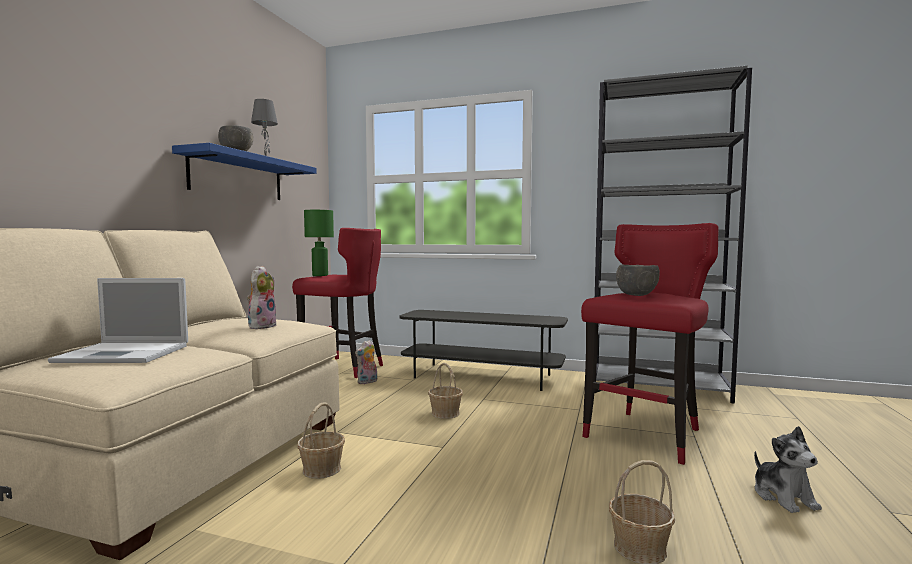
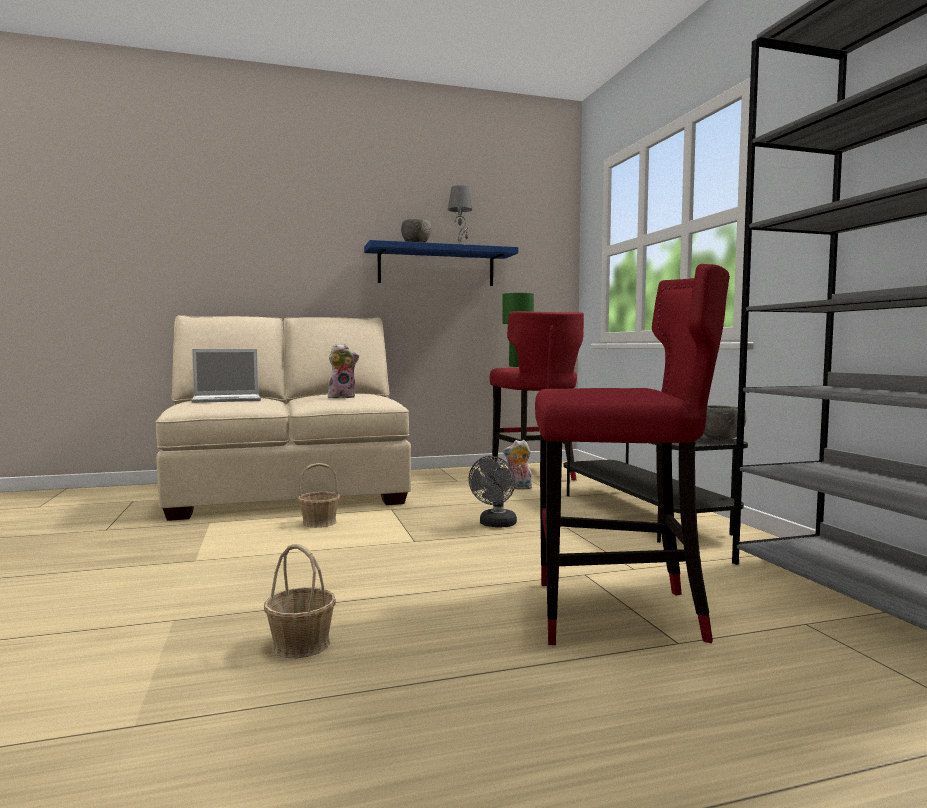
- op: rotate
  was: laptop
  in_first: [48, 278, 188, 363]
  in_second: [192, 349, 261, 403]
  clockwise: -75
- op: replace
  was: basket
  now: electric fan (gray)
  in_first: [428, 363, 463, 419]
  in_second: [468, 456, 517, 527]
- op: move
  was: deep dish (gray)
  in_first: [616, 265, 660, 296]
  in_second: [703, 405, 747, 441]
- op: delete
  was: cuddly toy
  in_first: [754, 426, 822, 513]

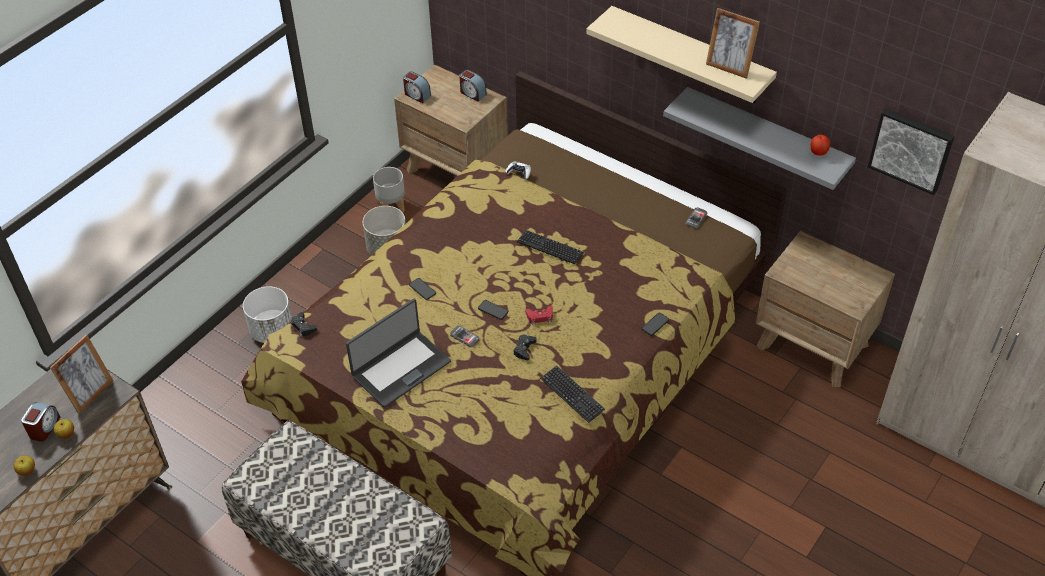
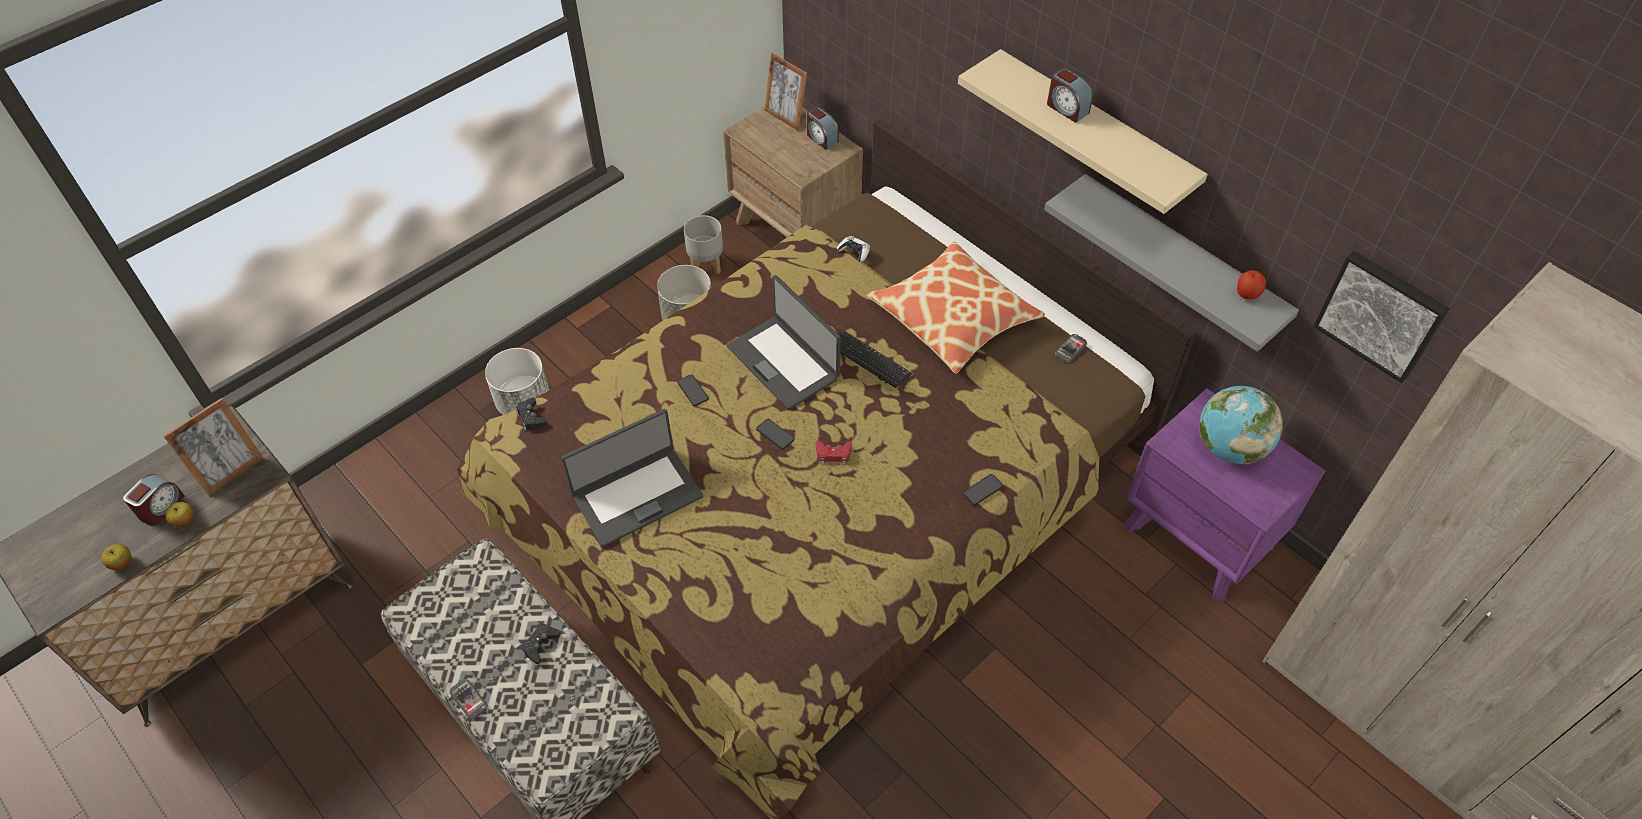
- op: move
  was: phone
  in_first: [450, 326, 480, 347]
  in_second: [449, 679, 488, 719]
- op: move
  was: gamepad (black-coloured)
  in_first: [513, 334, 537, 360]
  in_second: [521, 624, 561, 664]
- op: insert
  now: laptop
  in_second: [727, 275, 841, 410]
- op: move
  was: standing frame
  in_first: [706, 8, 760, 79]
  in_second: [764, 53, 807, 131]
- op: insert
  now: cushion
  in_second: [866, 242, 1045, 374]
- op: move
  was: table clock
  in_first: [403, 71, 431, 103]
  in_second: [1047, 68, 1093, 123]
- op: recolor
  was: night table (brown)
  now: night table (purple-coloured)
  in_first: [756, 231, 895, 387]
  in_second: [1124, 388, 1326, 601]
- op: insert
  now: globe
  in_second: [1199, 386, 1283, 464]
- op: delete
  was: computer keyboard
  in_first: [540, 366, 605, 423]

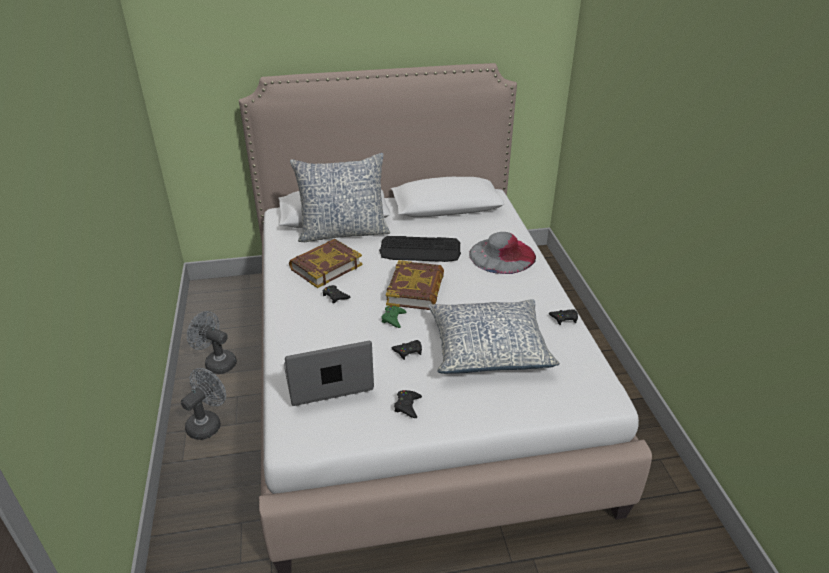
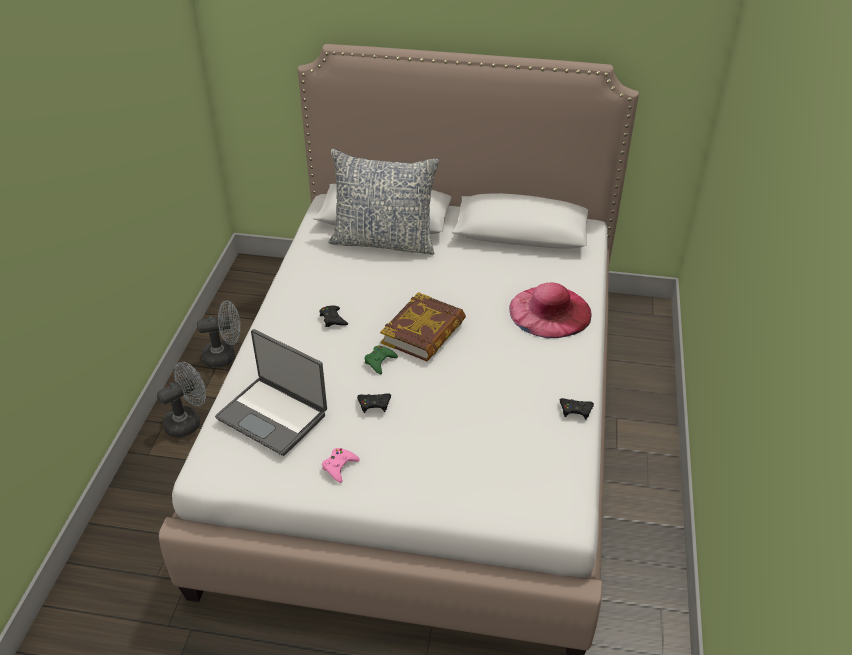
- op: rotate
  was: electric fan (gray)
  in_first: [187, 311, 237, 374]
  in_second: [197, 301, 241, 368]
  clockwise: 120
- op: rotate
  was: laptop
  in_first: [284, 341, 374, 406]
  in_second: [215, 329, 327, 456]
  clockwise: -150
- op: recolor
  was: gamepad (black-coloured)
  now: gamepad (pink-coloured)
  in_first: [394, 390, 422, 418]
  in_second: [322, 448, 360, 483]
- op: recolor
  was: wearable hat (gray)
  now: wearable hat (pink-coloured)
  in_first: [469, 232, 536, 274]
  in_second: [509, 283, 592, 338]
- op: delete
  was: volume
  in_first: [289, 239, 363, 288]
- op: delete
  was: computer keyboard
  in_first: [379, 236, 461, 262]
- op: delete
  was: cushion
  in_first: [428, 300, 560, 374]

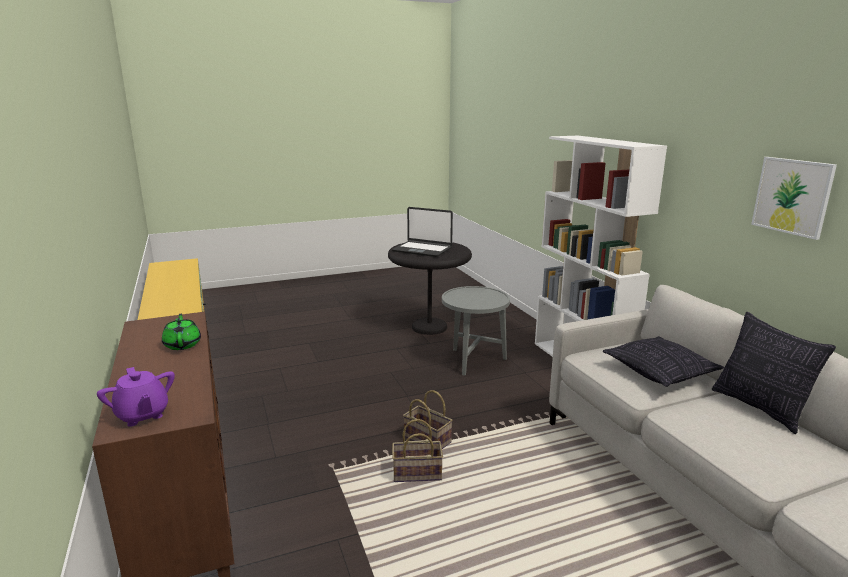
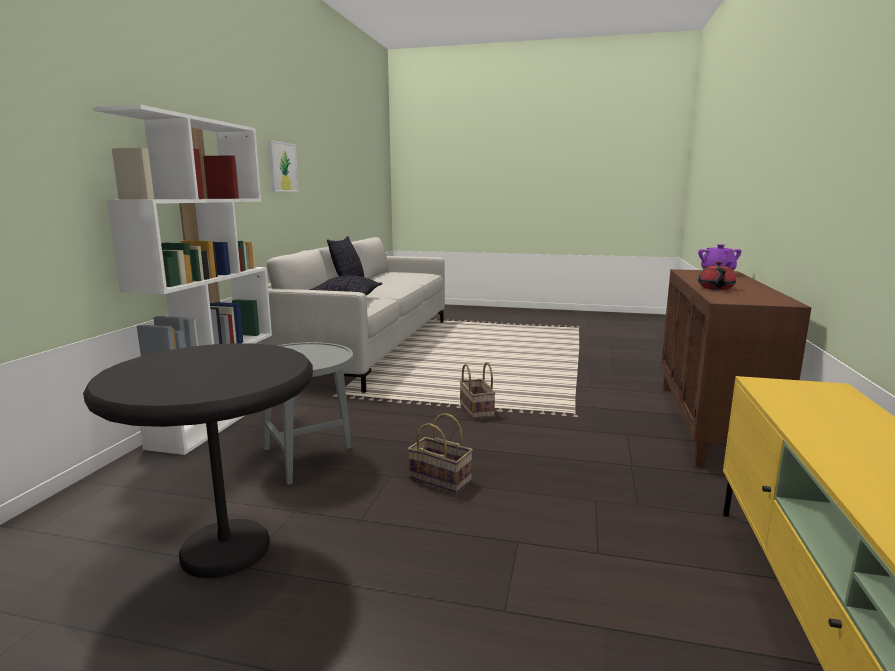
- op: move
  was: basket
  in_first: [392, 419, 443, 482]
  in_second: [408, 413, 473, 493]
- op: recolor
  was: tea pot (greenish)
  now: tea pot (red)
  in_first: [162, 314, 201, 350]
  in_second: [698, 261, 736, 290]
- op: delete
  was: laptop
  in_first: [392, 207, 453, 257]

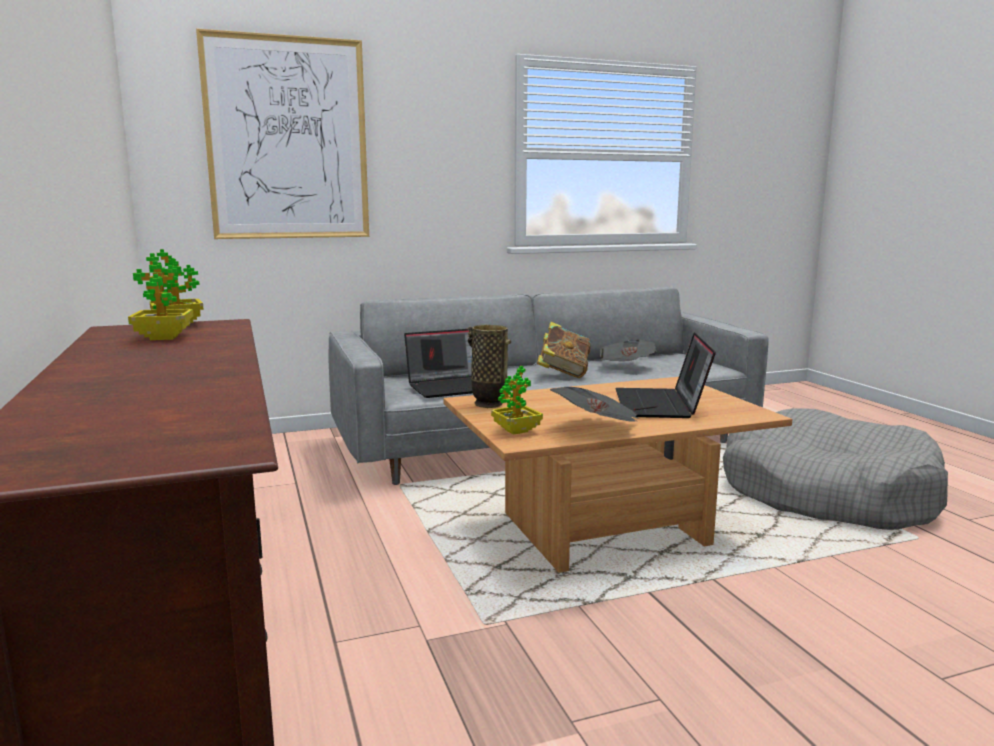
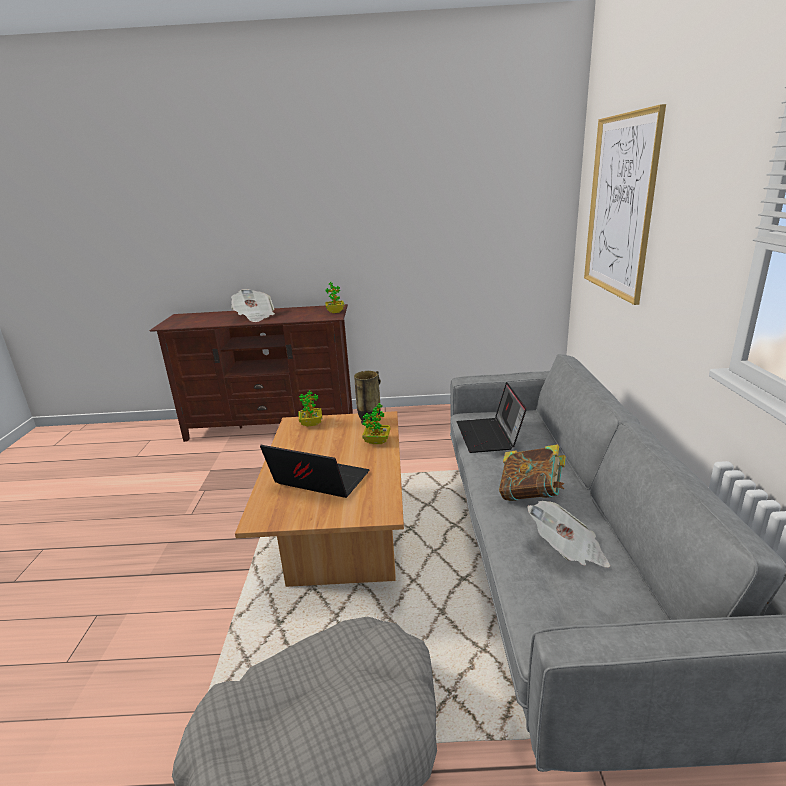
- op: move
  was: daily paper
  in_first: [550, 387, 640, 422]
  in_second: [231, 289, 275, 322]
- op: move
  was: plant in a pot
  in_first: [128, 253, 194, 340]
  in_second: [362, 403, 390, 444]

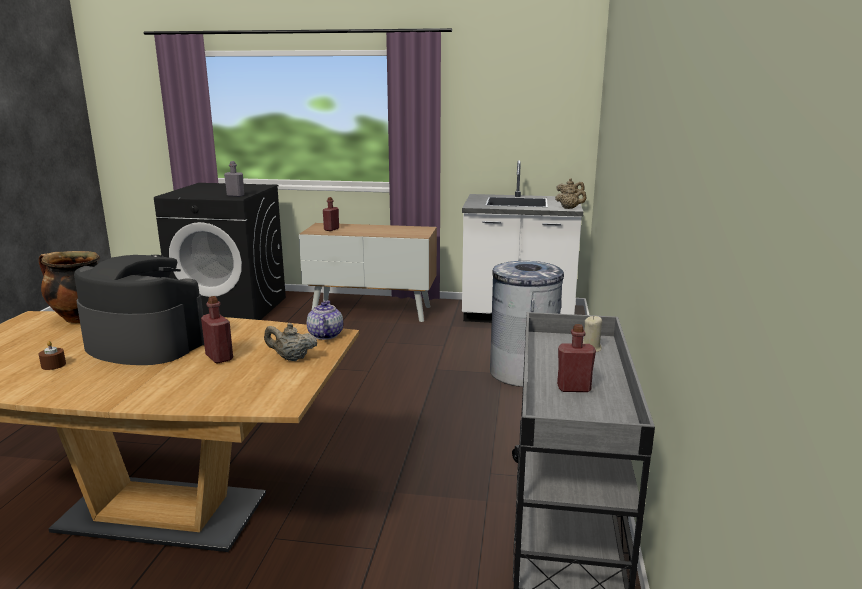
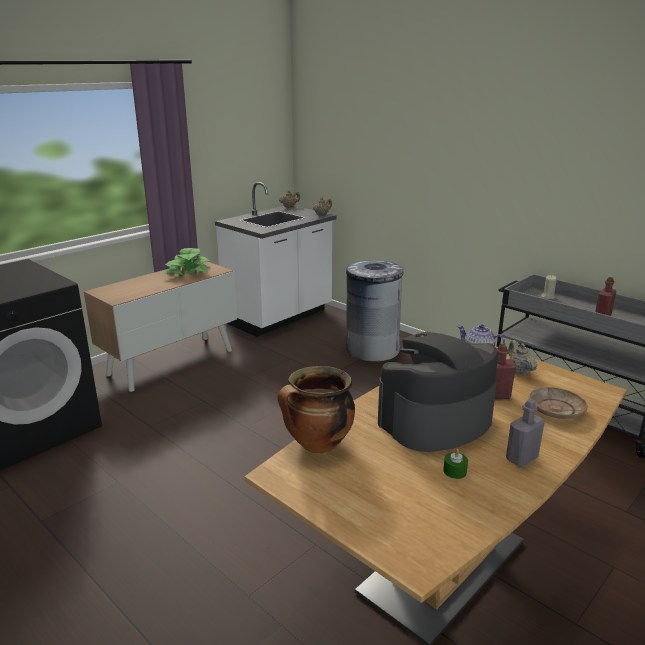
- op: insert
  now: plant in a pot
  in_second: [164, 248, 210, 277]
- op: recolor
  was: wax candle (brown)
  now: wax candle (greenish)
  in_first: [39, 341, 66, 370]
  in_second: [443, 449, 468, 479]
- op: move
  was: drink bottle (gray)
  in_first: [224, 161, 244, 197]
  in_second: [506, 399, 545, 467]
- op: rotate
  was: tea pot (beige-coloured)
  in_first: [264, 323, 317, 361]
  in_second: [508, 340, 537, 375]
  clockwise: 120
- op: insert
  now: dinner plate (beige-coloured)
  in_second: [529, 387, 588, 419]
- op: delete
  was: drink bottle (red)
  in_first: [323, 197, 339, 231]

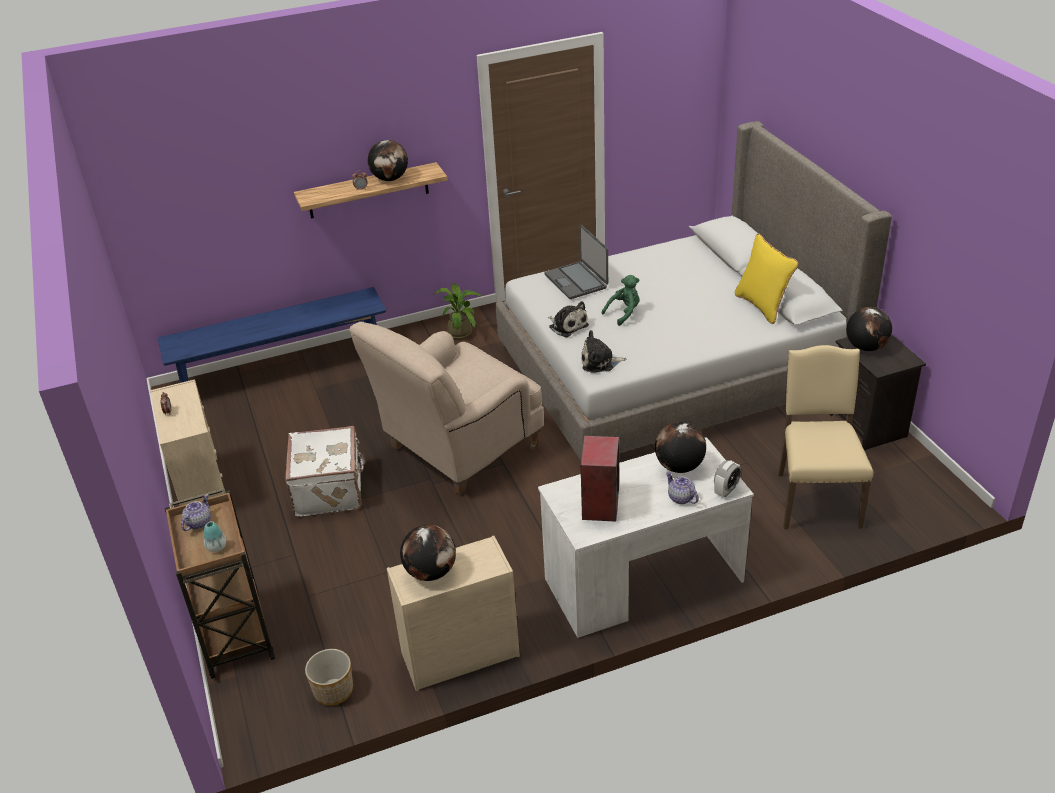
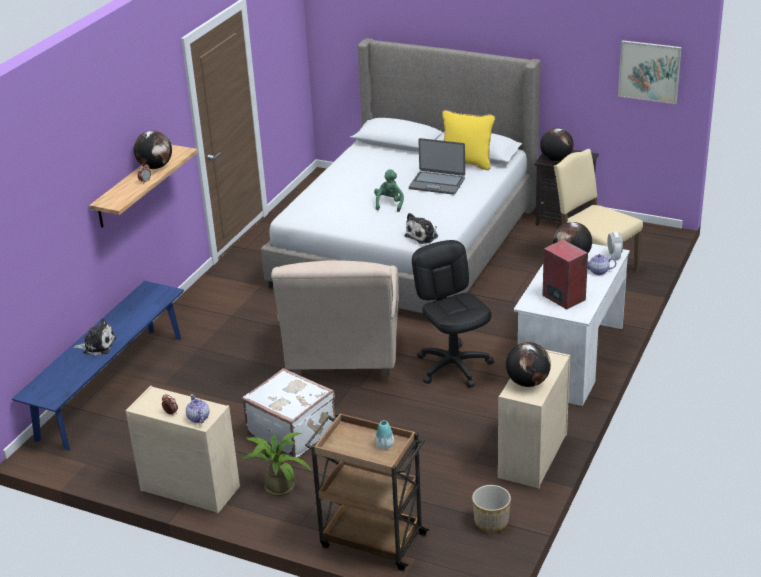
- op: move
  was: cuddly toy
  in_first: [548, 301, 589, 337]
  in_second: [73, 319, 116, 356]
- op: move
  was: tea pot
  in_first: [181, 494, 211, 531]
  in_second: [186, 394, 209, 423]
- op: move
  was: plant in a pot
  in_first: [433, 283, 482, 339]
  in_second: [241, 432, 312, 496]
- op: move
  was: laptop
  in_first: [545, 225, 608, 299]
  in_second: [409, 138, 465, 195]
- op: insert
  now: office chair (black-coloured)
  in_second: [412, 240, 494, 387]
- op: insert
  now: wall art
  in_second: [618, 40, 682, 104]

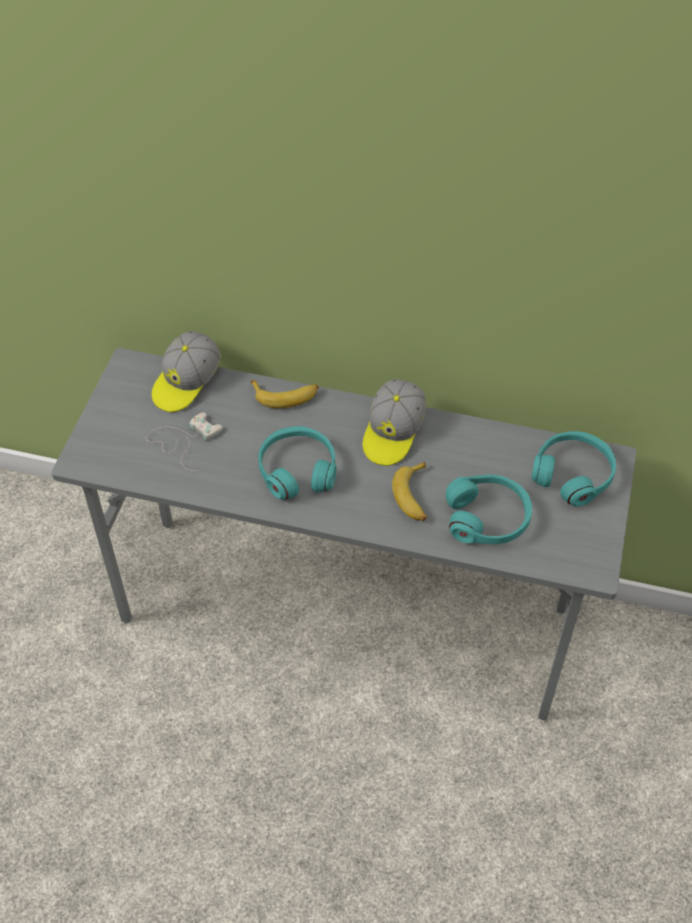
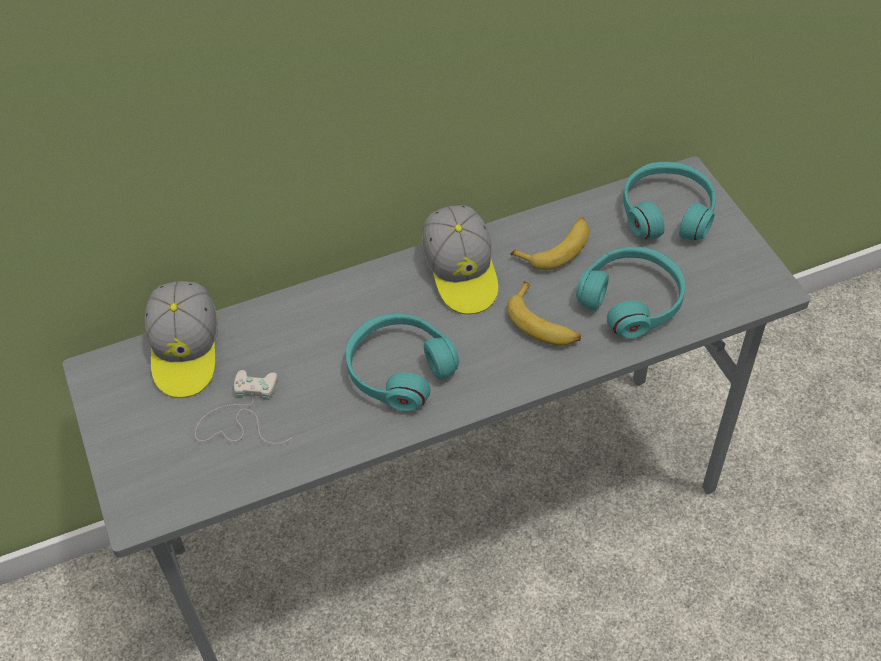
- op: move
  was: whole banana
  in_first: [250, 380, 319, 408]
  in_second: [510, 217, 589, 270]

